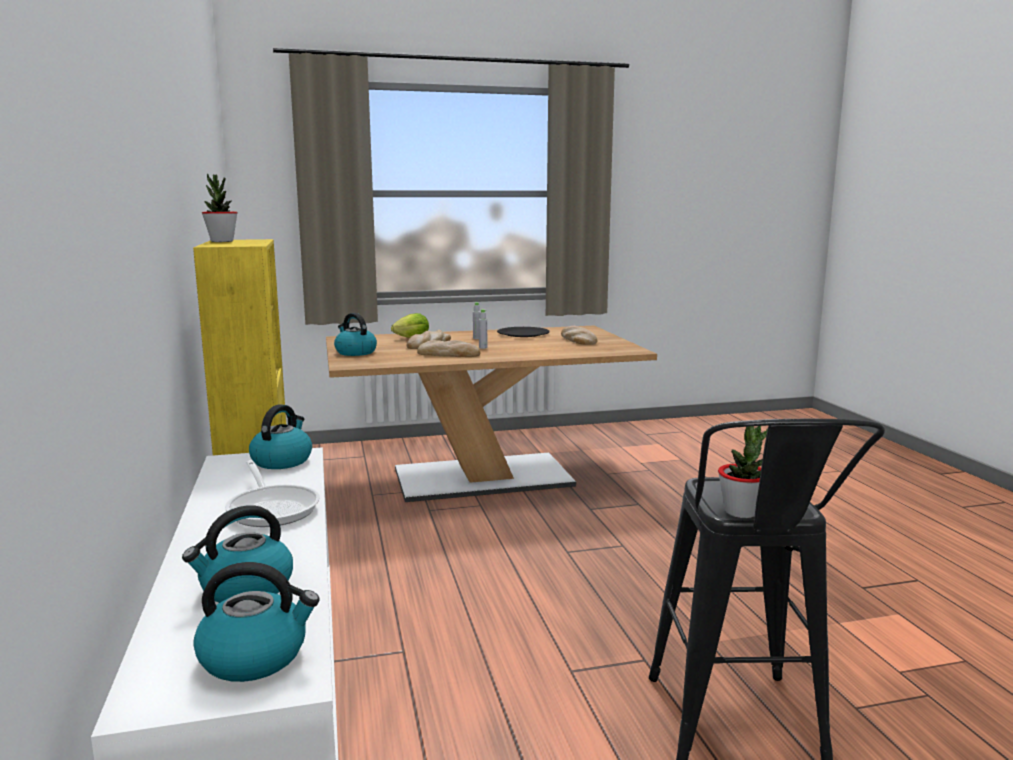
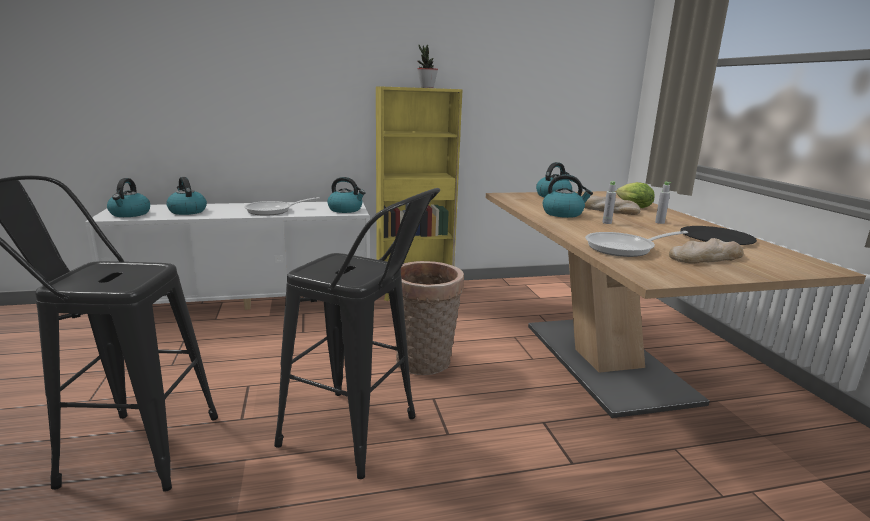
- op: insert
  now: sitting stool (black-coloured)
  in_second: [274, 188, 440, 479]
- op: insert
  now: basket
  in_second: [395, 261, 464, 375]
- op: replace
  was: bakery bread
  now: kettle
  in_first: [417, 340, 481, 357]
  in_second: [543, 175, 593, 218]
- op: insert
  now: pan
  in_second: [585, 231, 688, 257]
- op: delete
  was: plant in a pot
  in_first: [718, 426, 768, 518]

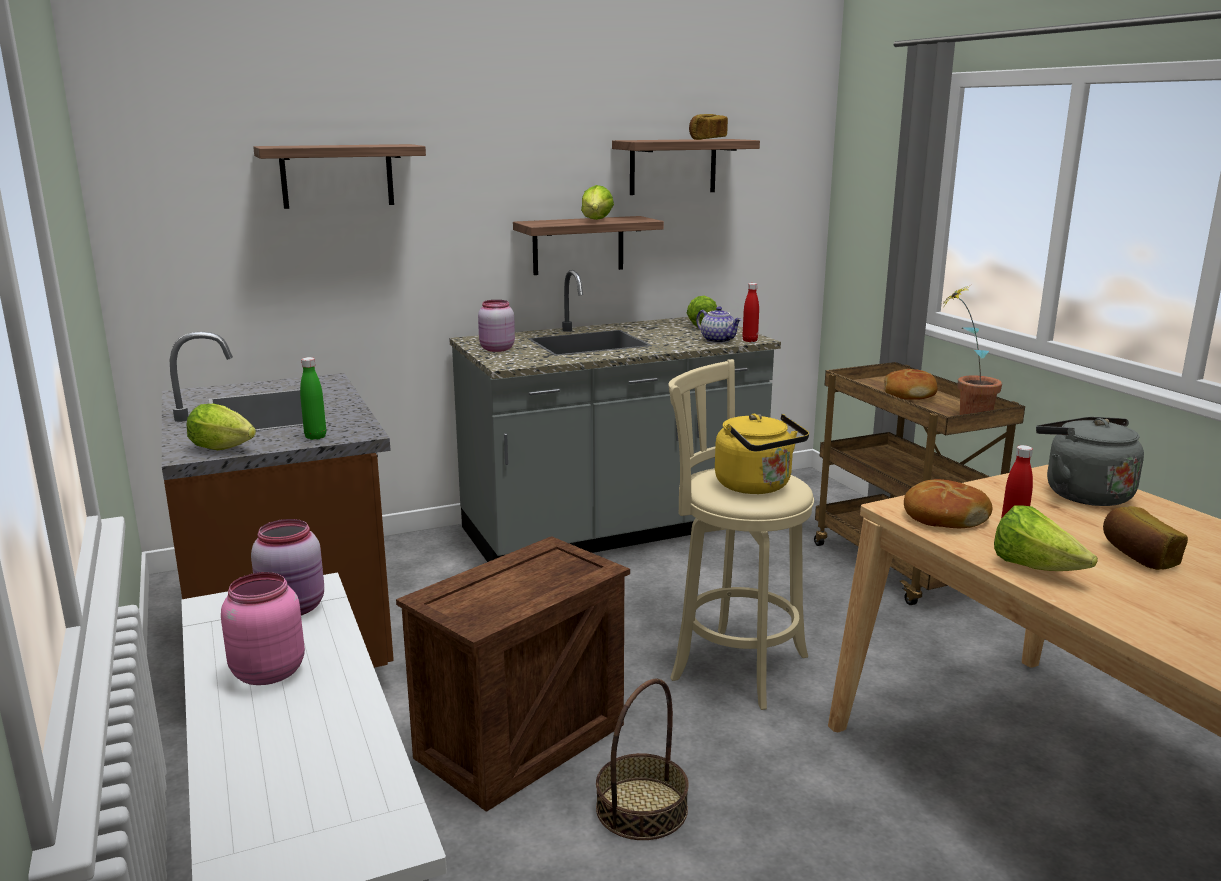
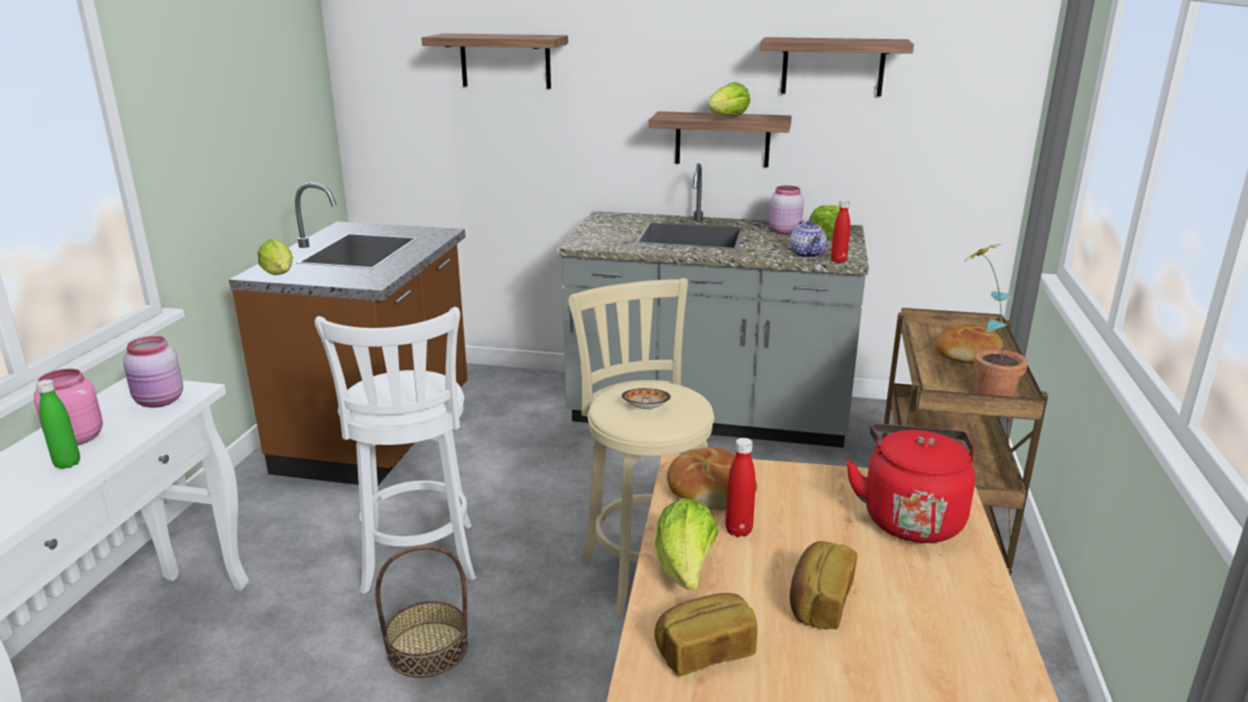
- op: move
  was: drink bottle (greenish)
  in_first: [300, 357, 326, 440]
  in_second: [36, 379, 80, 469]
- op: replace
  was: packing crate
  now: sitting stool (white)
  in_first: [396, 536, 630, 812]
  in_second: [315, 307, 476, 594]
- op: replace
  was: kettle (yellow)
  now: deep dish
  in_first: [715, 414, 809, 494]
  in_second: [622, 388, 671, 409]
- op: move
  was: bakery bread
  in_first: [689, 114, 728, 140]
  in_second: [655, 593, 757, 676]
- op: move
  was: preserve jar (pink-coloured)
  in_first: [478, 300, 515, 352]
  in_second: [769, 186, 804, 234]
- op: recolor
  was: kettle (gray)
  now: kettle (red)
  in_first: [1036, 417, 1144, 506]
  in_second: [846, 424, 975, 543]

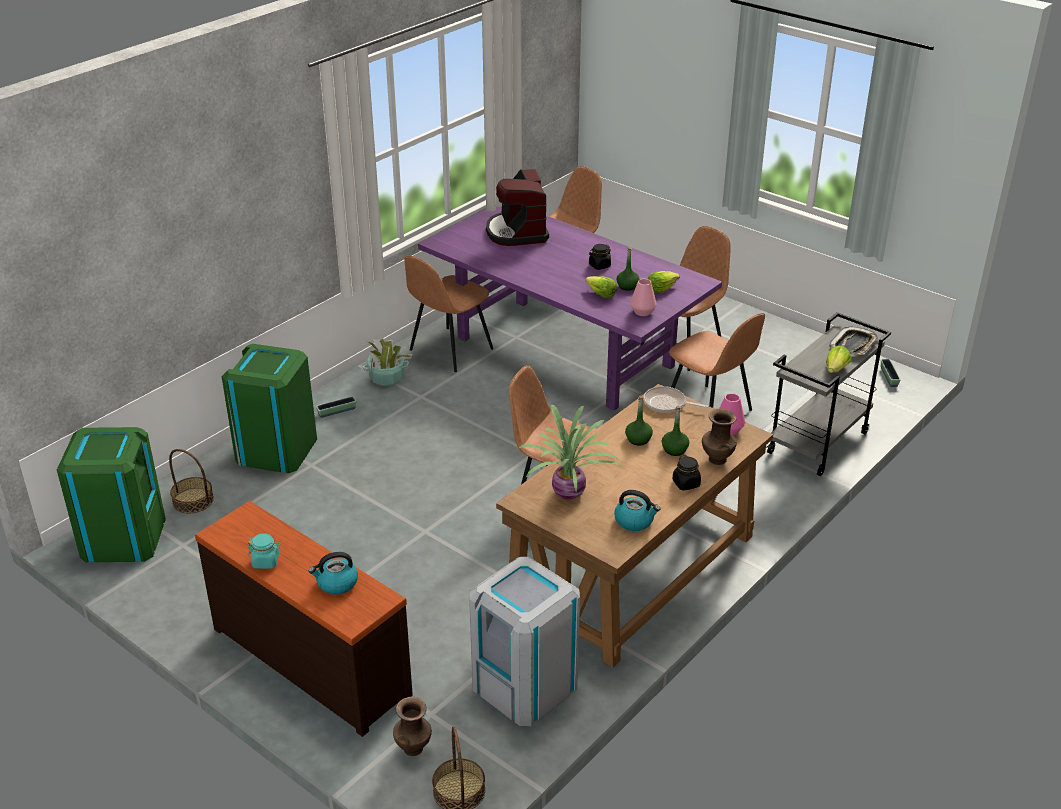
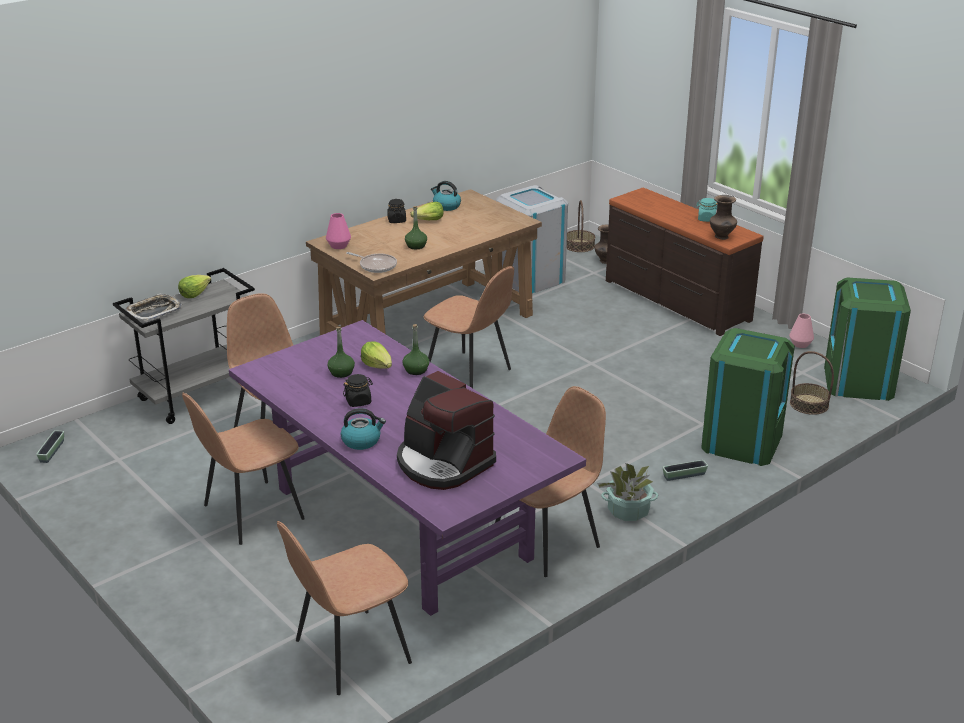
- op: move
  was: kettle
  in_first: [309, 552, 358, 595]
  in_second: [341, 408, 386, 450]
- op: rotate
  was: coffee machine
  in_first: [486, 169, 549, 246]
  in_second: [397, 371, 496, 490]
  clockwise: 135
- op: move
  was: drink bottle (greenish)
  in_first: [662, 406, 689, 456]
  in_second: [402, 324, 430, 375]
- op: move
  was: head of lettuce
  in_first: [648, 271, 680, 293]
  in_second: [410, 202, 443, 220]
- op: move
  was: flower vase (brown)
  in_first: [702, 409, 737, 465]
  in_second: [710, 195, 737, 240]
- op: move
  was: flower vase (pink-coloured)
  in_first: [630, 279, 657, 316]
  in_second: [789, 314, 814, 348]
- op: delete
  was: plant in a pot
  in_first: [519, 405, 622, 500]

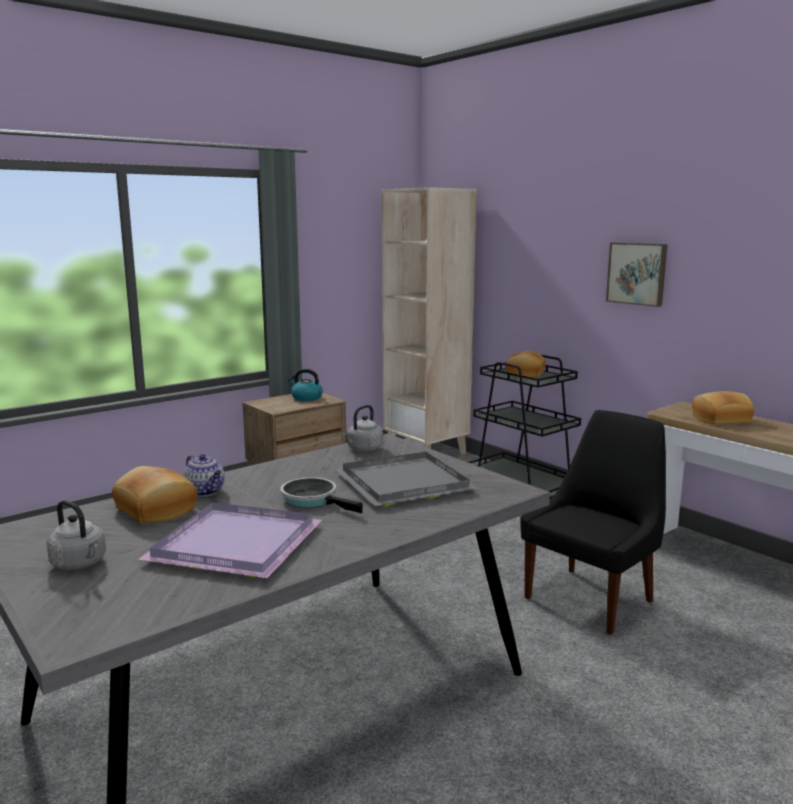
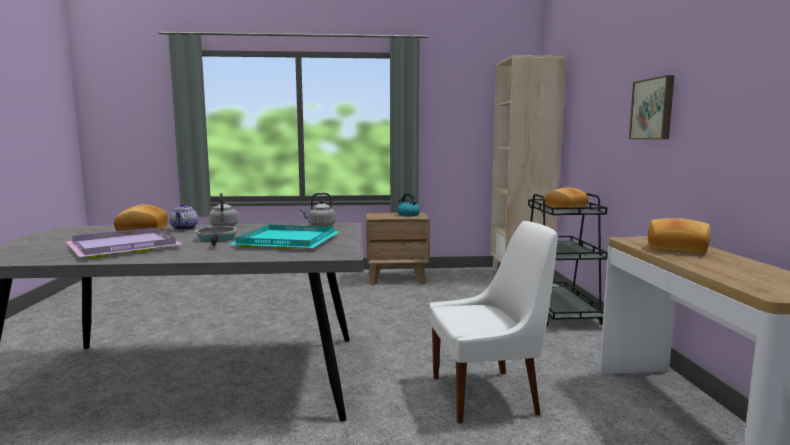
- op: move
  was: kettle (gray)
  in_first: [46, 500, 106, 570]
  in_second: [209, 193, 238, 227]
- op: recolor
  was: tray (gray)
  now: tray (blue-green)
  in_first: [335, 452, 479, 507]
  in_second: [230, 225, 340, 249]
- op: recolor
  was: plain chair (black-coloured)
  now: plain chair (white)
  in_first: [520, 410, 666, 635]
  in_second: [430, 221, 558, 424]

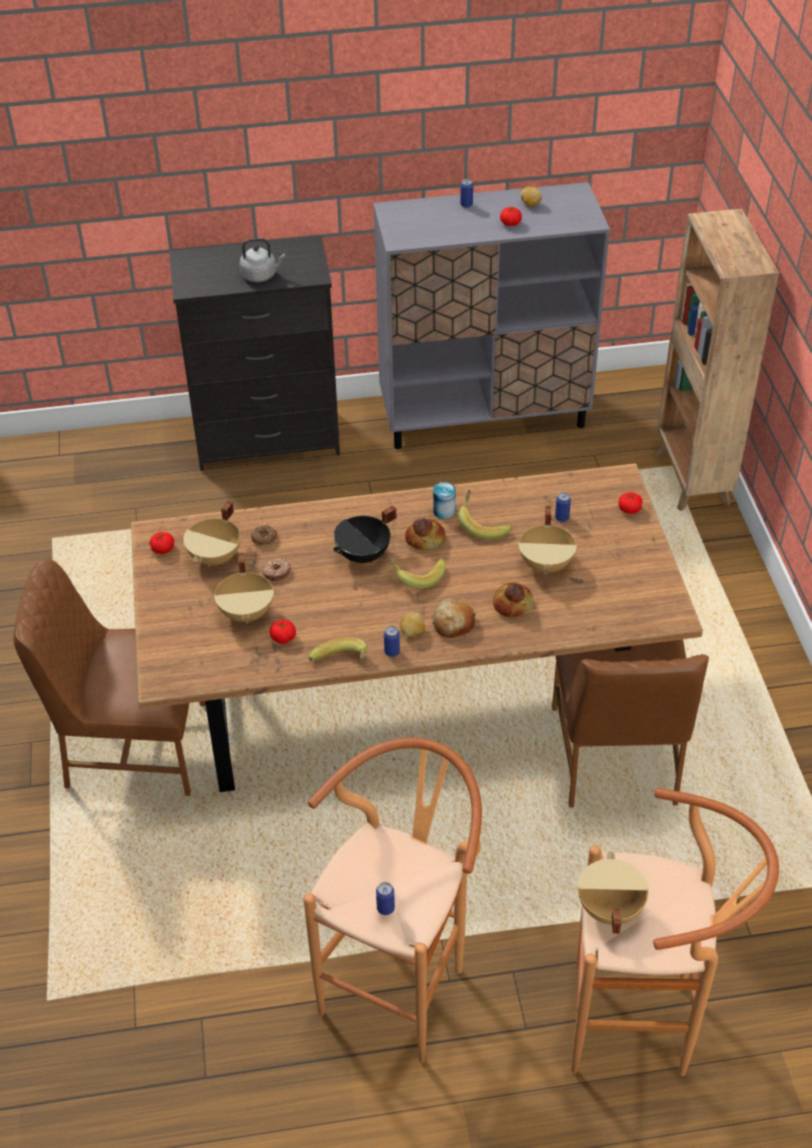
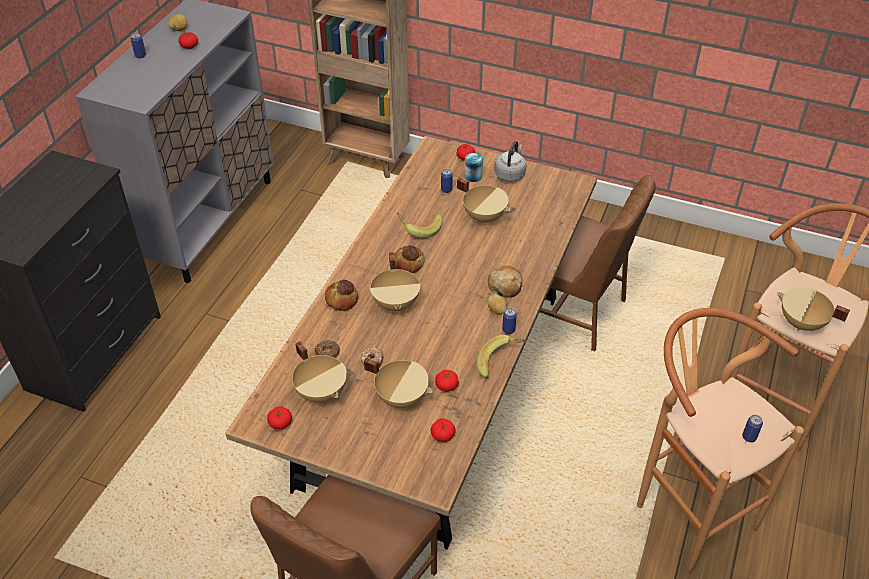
- op: move
  was: bakery bread
  in_first: [493, 582, 534, 617]
  in_second: [325, 280, 358, 311]
- op: recolor
  was: stockpot (black-coloured)
  now: stockpot (beige-coloured)
  in_first: [332, 506, 396, 563]
  in_second: [370, 252, 421, 312]
- op: insert
  now: whole tomato
  in_second: [430, 419, 456, 442]
- op: move
  was: metal can
  in_first: [433, 482, 456, 519]
  in_second: [465, 152, 483, 182]
- op: move
  was: kettle (gray)
  in_first: [239, 238, 286, 282]
  in_second: [494, 141, 526, 182]
- op: delete
  was: whole banana
  in_first: [388, 555, 446, 589]

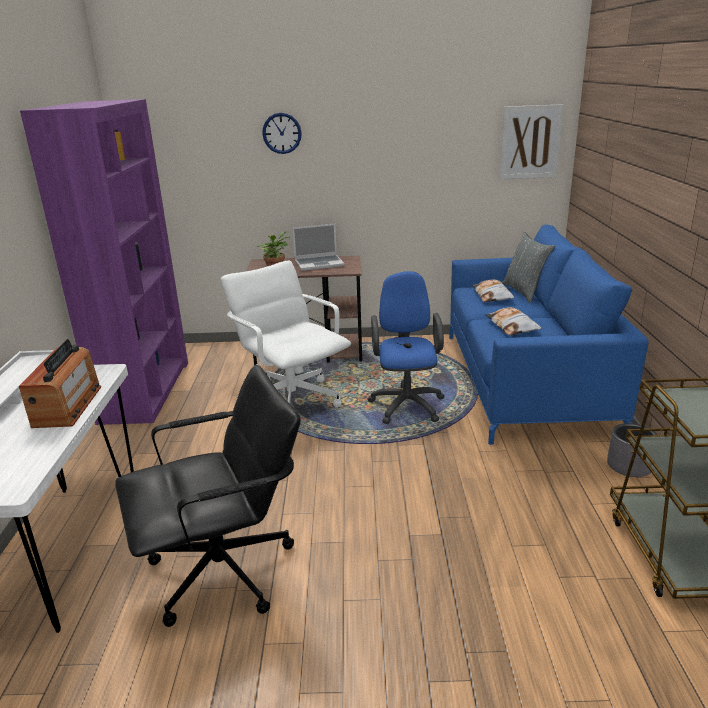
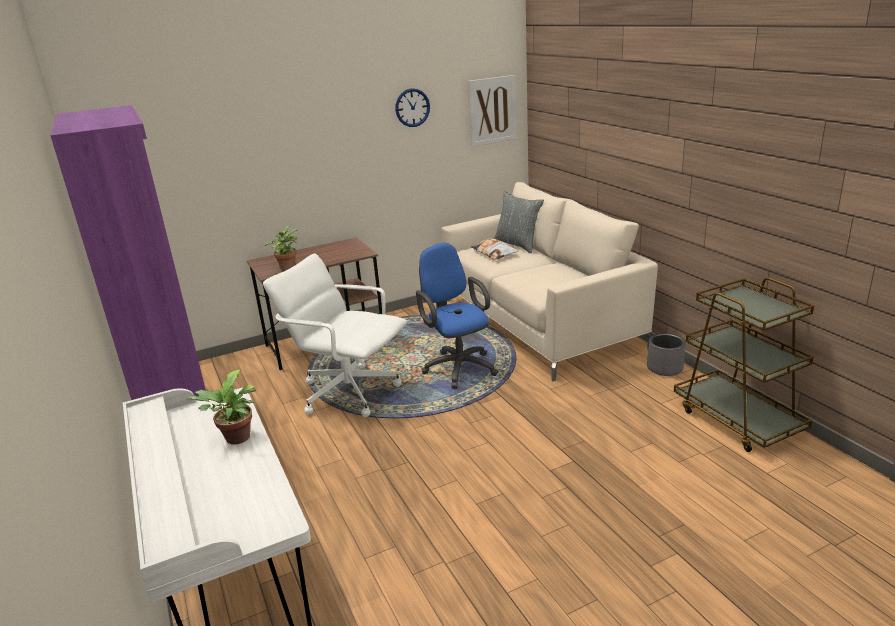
- op: replace
  was: radio
  now: plant in a pot
  in_first: [19, 339, 101, 428]
  in_second: [186, 370, 256, 445]
- op: move
  was: hanging clock
  in_first: [262, 113, 302, 154]
  in_second: [395, 88, 430, 127]
- op: recolor
  was: sofa (blue-coloured)
  now: sofa (beige-coloured)
  in_first: [449, 224, 649, 445]
  in_second: [441, 182, 658, 381]
- op: delete
  was: office chair (black-coloured)
  in_first: [115, 365, 301, 627]
- op: delete
  was: laptop
  in_first: [292, 224, 345, 271]
- op: delete
  was: cushion
  in_first: [485, 307, 542, 336]

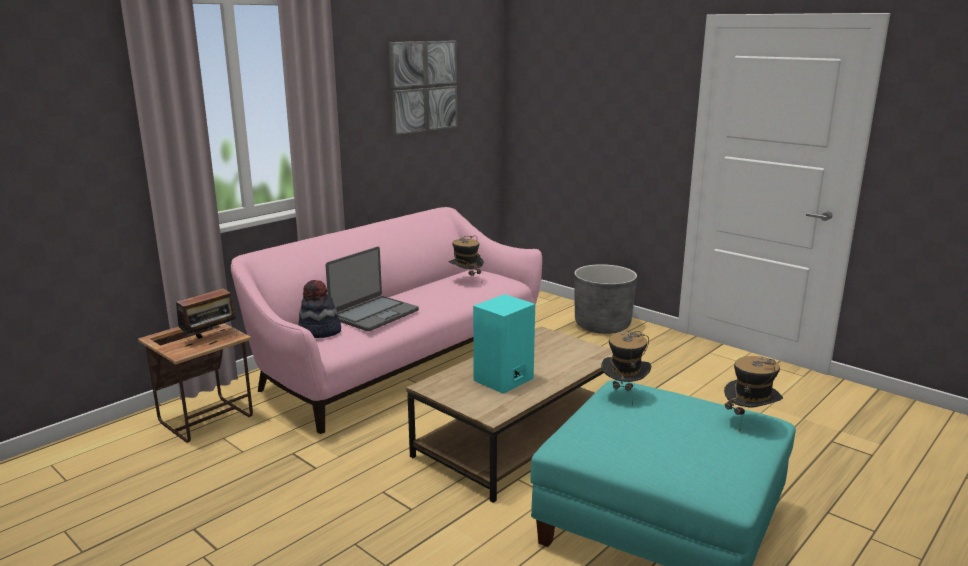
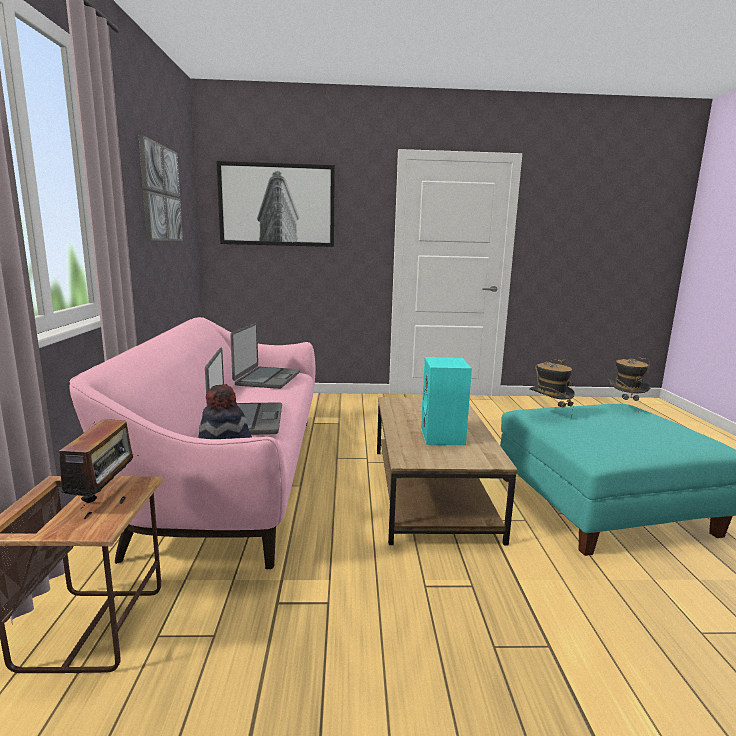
- op: insert
  now: wall art
  in_second: [216, 161, 335, 247]
- op: replace
  was: wearable hat
  now: laptop
  in_first: [448, 236, 484, 276]
  in_second: [230, 323, 300, 389]
- op: delete
  was: planter (gray)
  in_first: [574, 264, 637, 334]

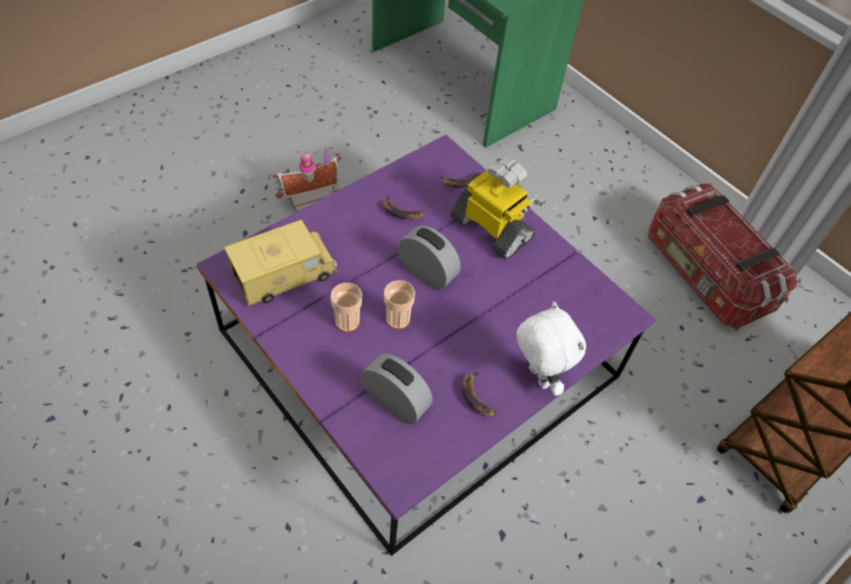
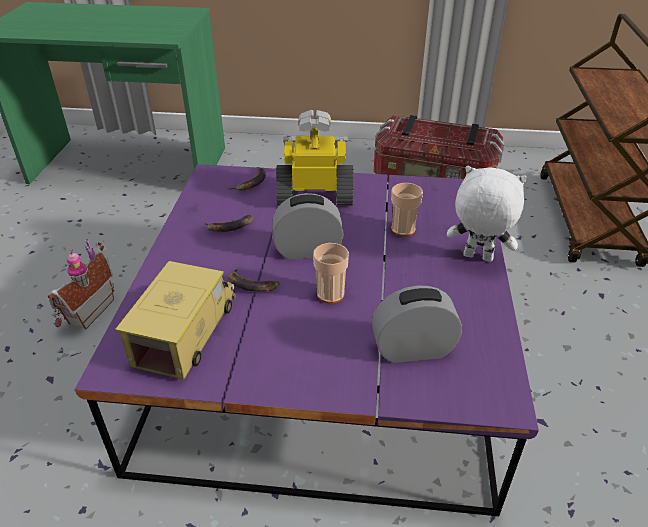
- op: move
  was: whole banana
  in_first: [462, 370, 496, 416]
  in_second: [228, 268, 280, 292]
- op: move
  was: drinking cup
  in_first: [331, 283, 362, 332]
  in_second: [391, 183, 423, 237]

